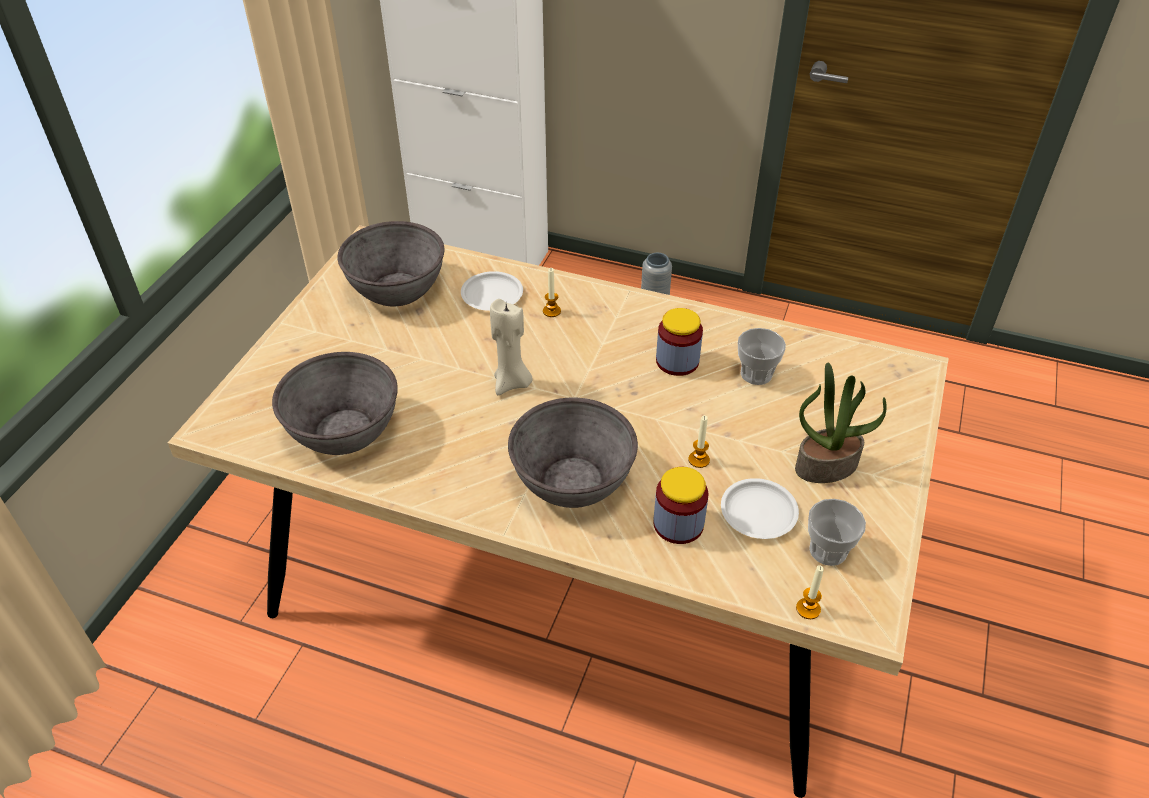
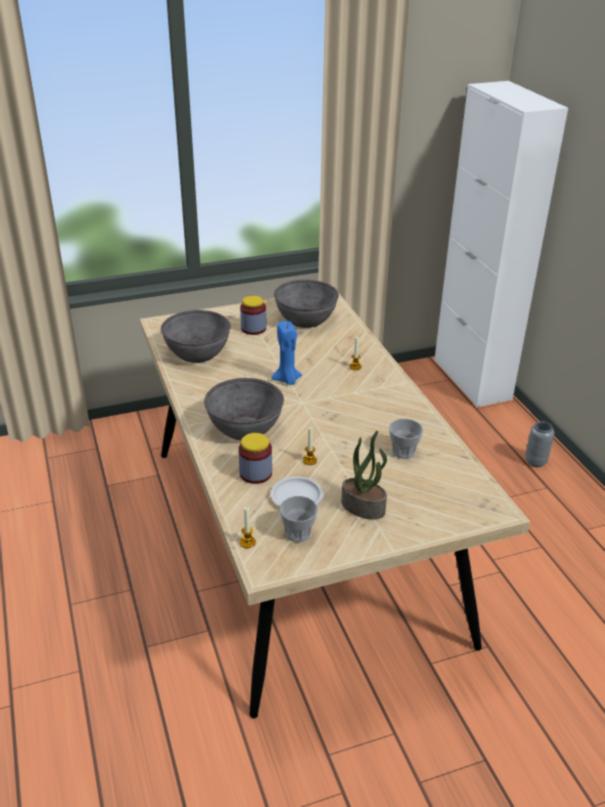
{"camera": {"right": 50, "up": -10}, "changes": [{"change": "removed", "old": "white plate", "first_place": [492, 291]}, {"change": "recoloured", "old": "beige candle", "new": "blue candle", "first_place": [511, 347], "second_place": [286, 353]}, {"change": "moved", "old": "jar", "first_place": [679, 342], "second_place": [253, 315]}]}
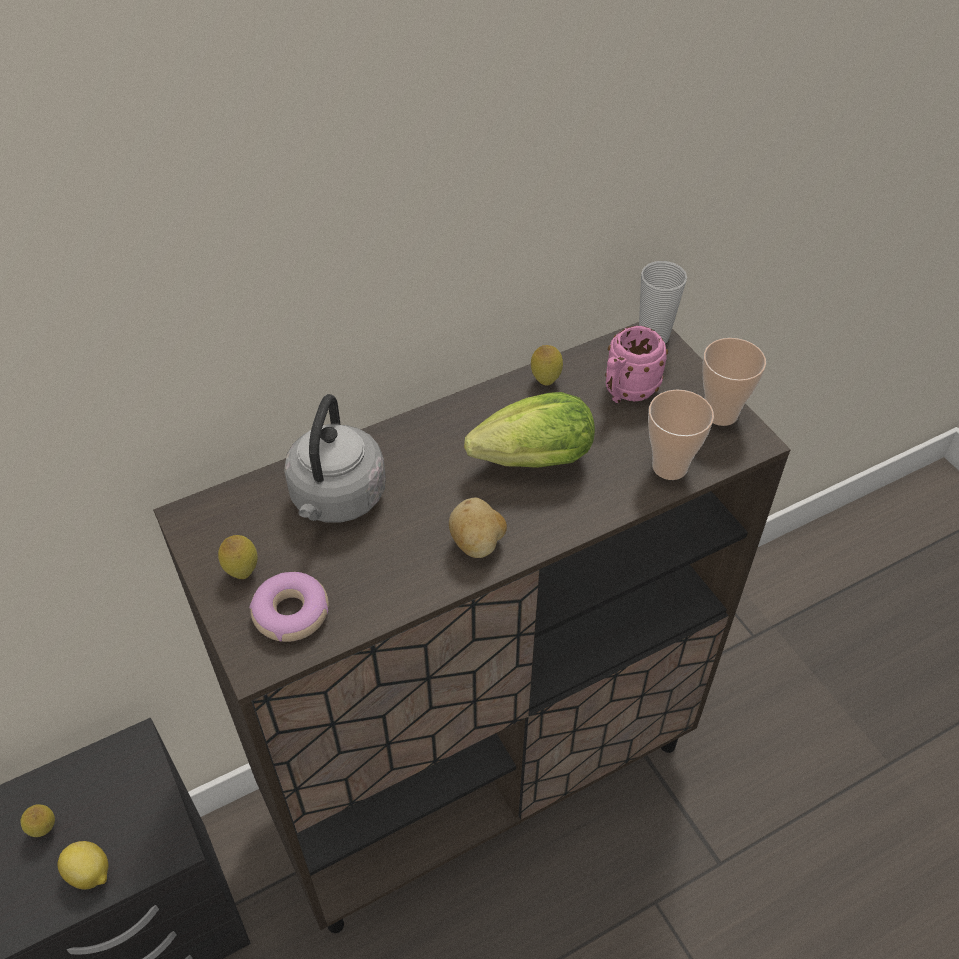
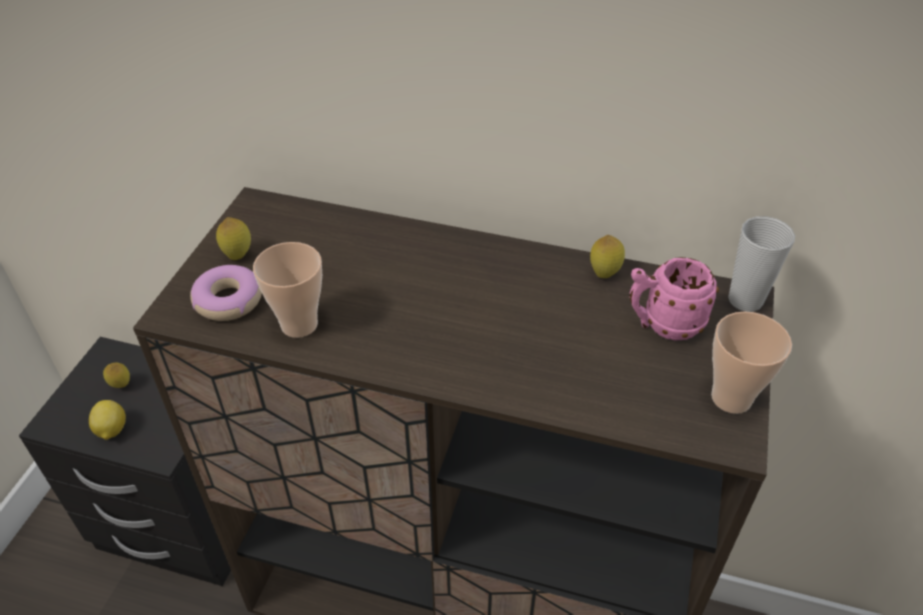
{"camera": {"right": 45, "up": -5}, "changes": [{"change": "moved", "old": "cup", "first_place": [681, 435], "second_place": [287, 290]}, {"change": "removed", "old": "lettuce", "first_place": [529, 430]}, {"change": "removed", "old": "grey kettle", "first_place": [335, 458]}, {"change": "removed", "old": "potato", "first_place": [478, 527]}]}
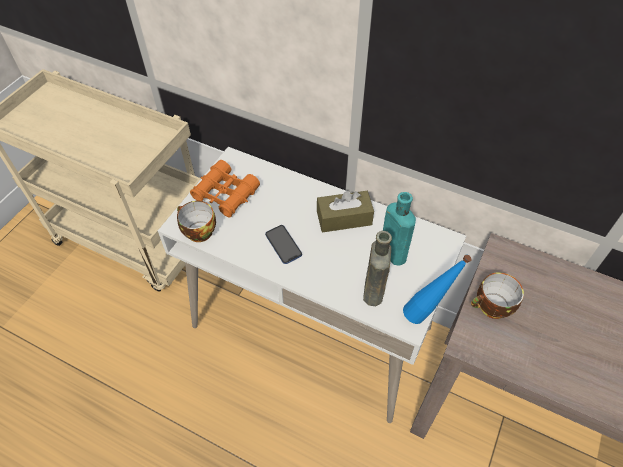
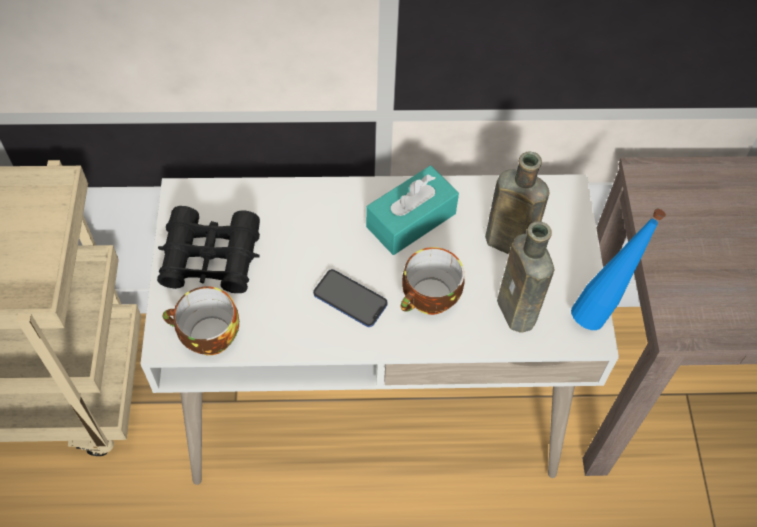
{"camera": {"right": -30, "up": 5}, "changes": [{"change": "recoloured", "old": "orange binoculars", "new": "black binoculars", "first_place": [225, 188], "second_place": [208, 249]}, {"change": "recoloured", "old": "brown tissue box", "new": "turquoise tissue box", "first_place": [345, 211], "second_place": [412, 210]}, {"change": "recoloured", "old": "turquoise bottle", "new": "brown bottle", "first_place": [399, 229], "second_place": [517, 203]}, {"change": "moved", "old": "cup", "first_place": [497, 295], "second_place": [432, 281]}]}
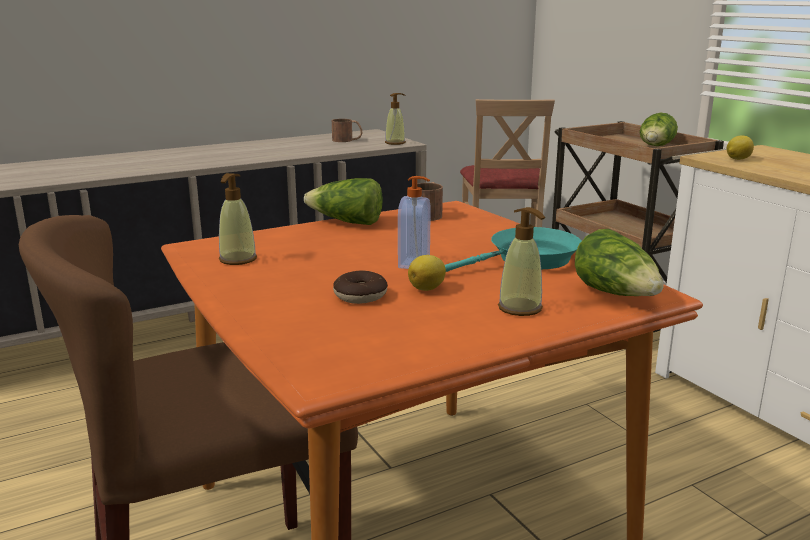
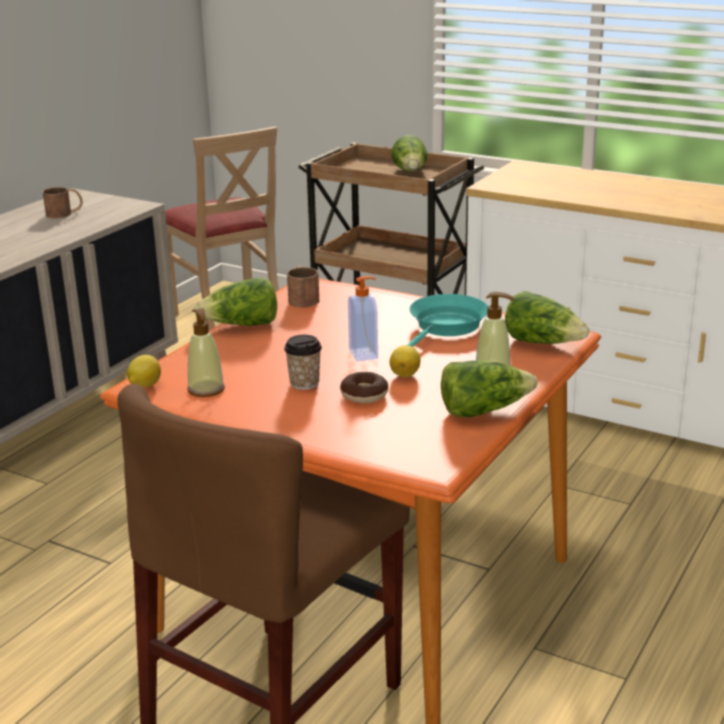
{"camera": {"right": -30, "up": 5}, "changes": [{"change": "removed", "old": "soap dispenser", "first_place": [395, 119]}, {"change": "moved", "old": "lemon", "first_place": [740, 148], "second_place": [144, 371]}, {"change": "added", "new": "cup", "second_place": [303, 362]}, {"change": "added", "new": "lettuce", "second_place": [489, 388]}]}
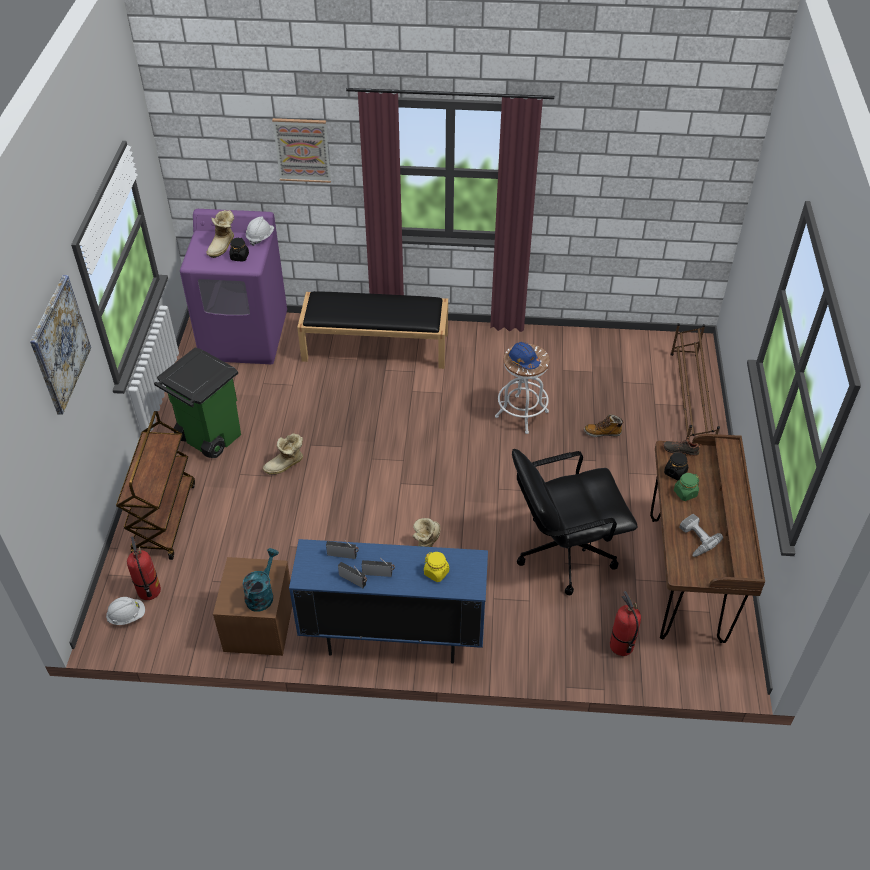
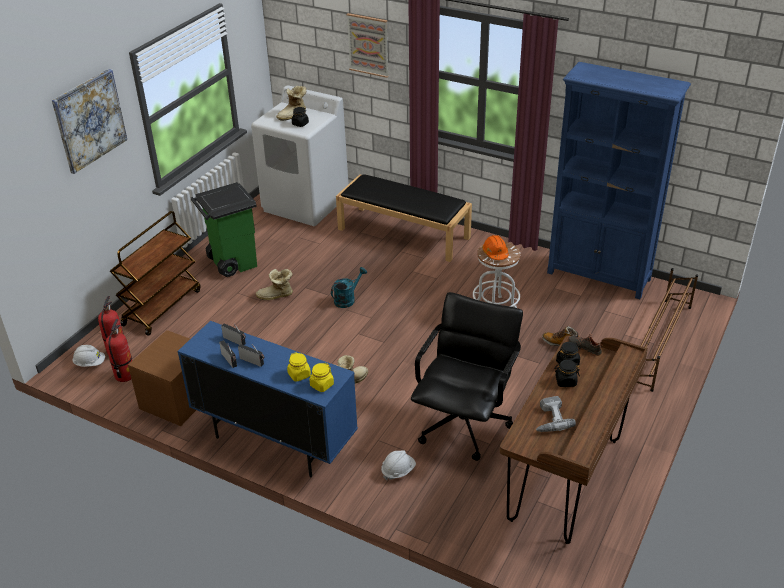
{"camera": {"right": 25, "up": -10}, "changes": [{"change": "recoloured", "old": "purple washing machine", "new": "white washing machine", "first_place": [233, 286], "second_place": [299, 155]}, {"change": "moved", "old": "white hard hat", "first_place": [260, 231], "second_place": [398, 465]}, {"change": "recoloured", "old": "blue hard hat", "new": "orange hard hat", "first_place": [524, 356], "second_place": [495, 247]}, {"change": "turned", "old": "black office chair", "first_place": [575, 522], "second_place": [467, 376], "degrees": 105}, {"change": "recoloured", "old": "green jar", "new": "black jar", "first_place": [686, 487], "second_place": [567, 373]}, {"change": "moved", "old": "turquoise watering can", "first_place": [260, 580], "second_place": [349, 287]}, {"change": "moved", "old": "fire extinguisher", "first_place": [625, 623], "second_place": [119, 350]}, {"change": "added", "new": "blue bookcase", "second_place": [619, 180]}, {"change": "added", "new": "yellow jar", "second_place": [321, 377]}]}
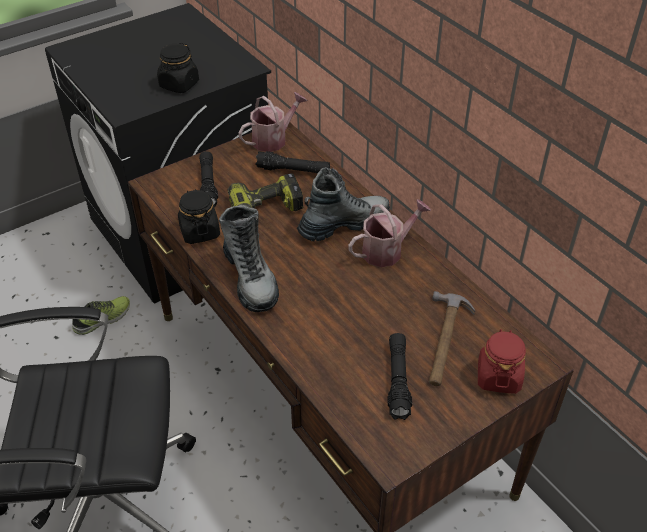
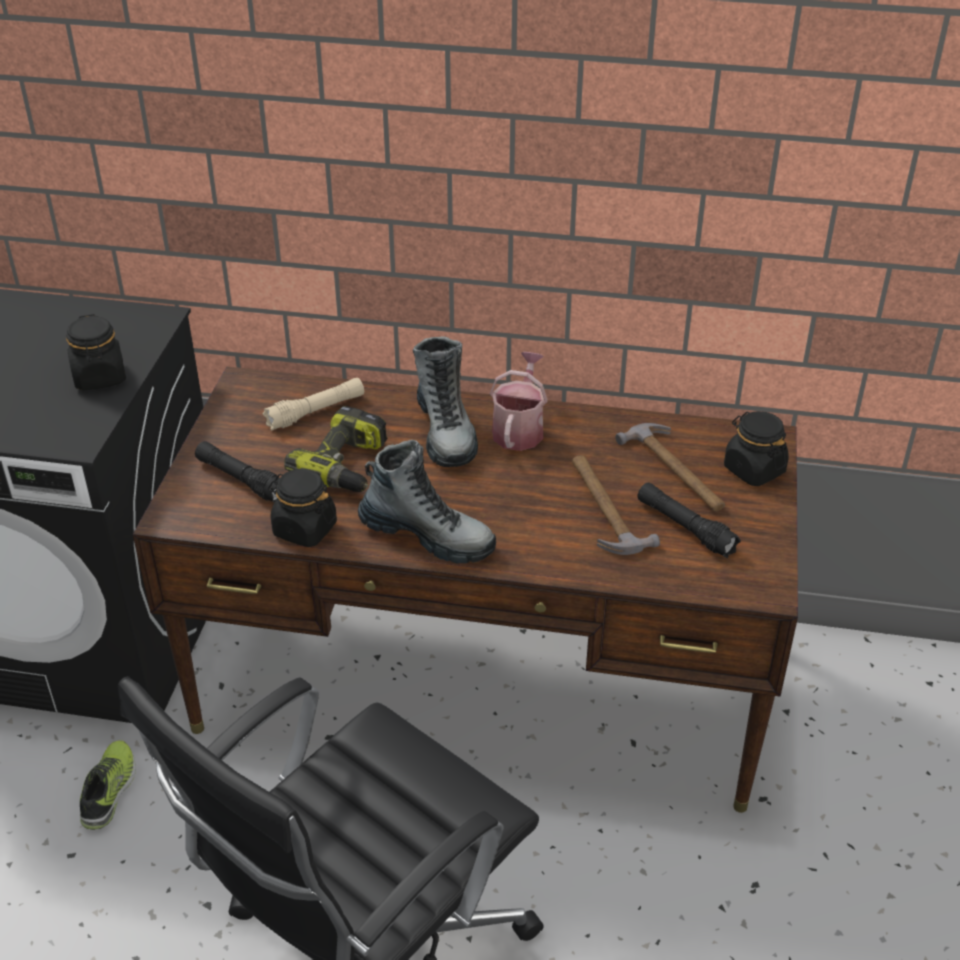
{"camera": {"right": -45, "up": -5}, "changes": [{"change": "removed", "old": "watering can", "first_place": [273, 122]}, {"change": "recoloured", "old": "black flashlight", "new": "beige flashlight", "first_place": [292, 162], "second_place": [313, 404]}, {"change": "turned", "old": "boot", "first_place": [343, 204], "second_place": [445, 401], "degrees": 150}, {"change": "recoloured", "old": "red jar", "new": "black jar", "first_place": [502, 361], "second_place": [756, 448]}, {"change": "added", "new": "hammer", "second_place": [616, 505]}]}
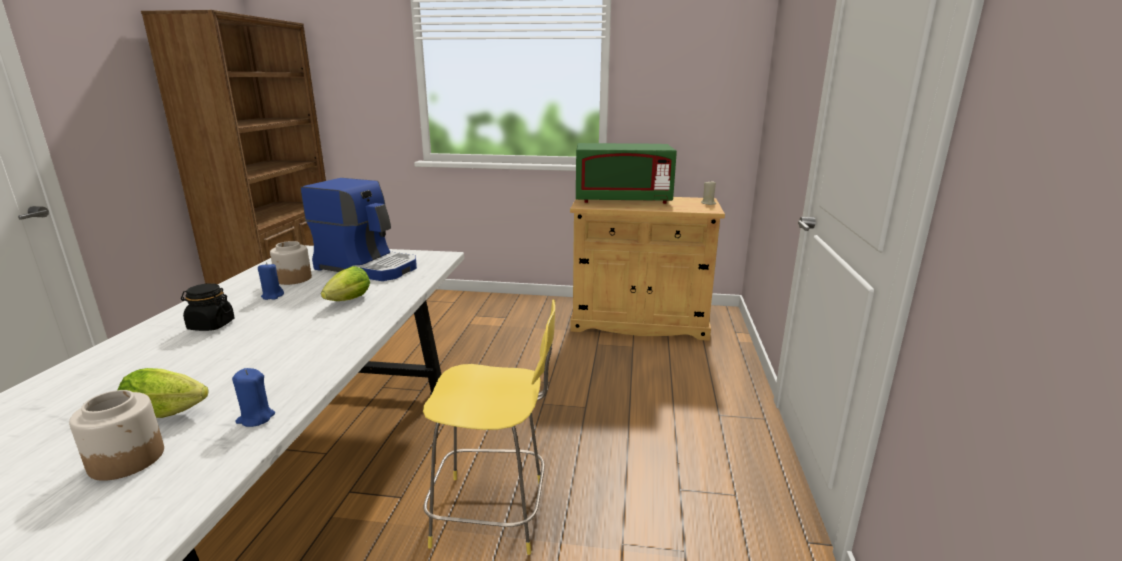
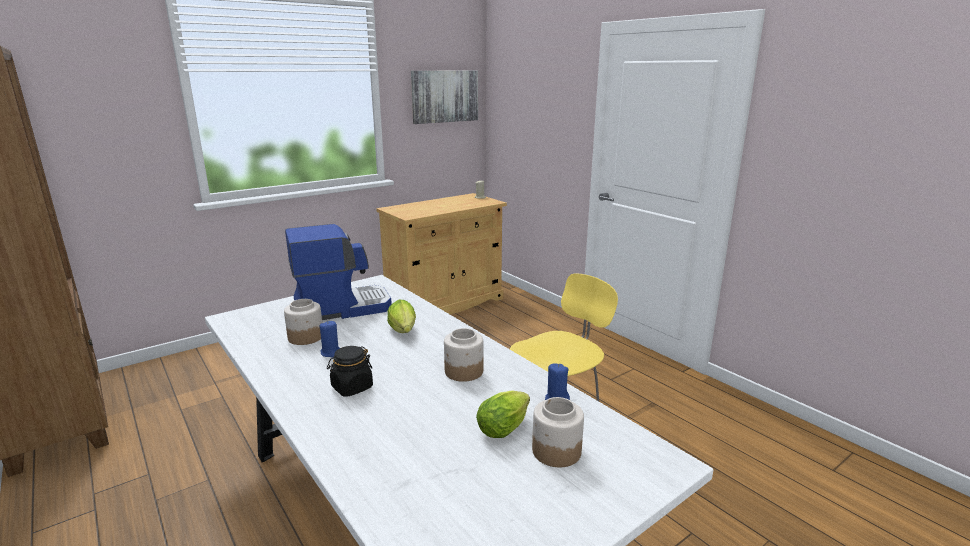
{"camera": {"right": -45, "up": 0}, "changes": [{"change": "removed", "old": "green microwave", "first_place": [626, 173]}, {"change": "added", "new": "picture", "second_place": [444, 97]}, {"change": "added", "new": "jar", "second_place": [463, 355]}]}
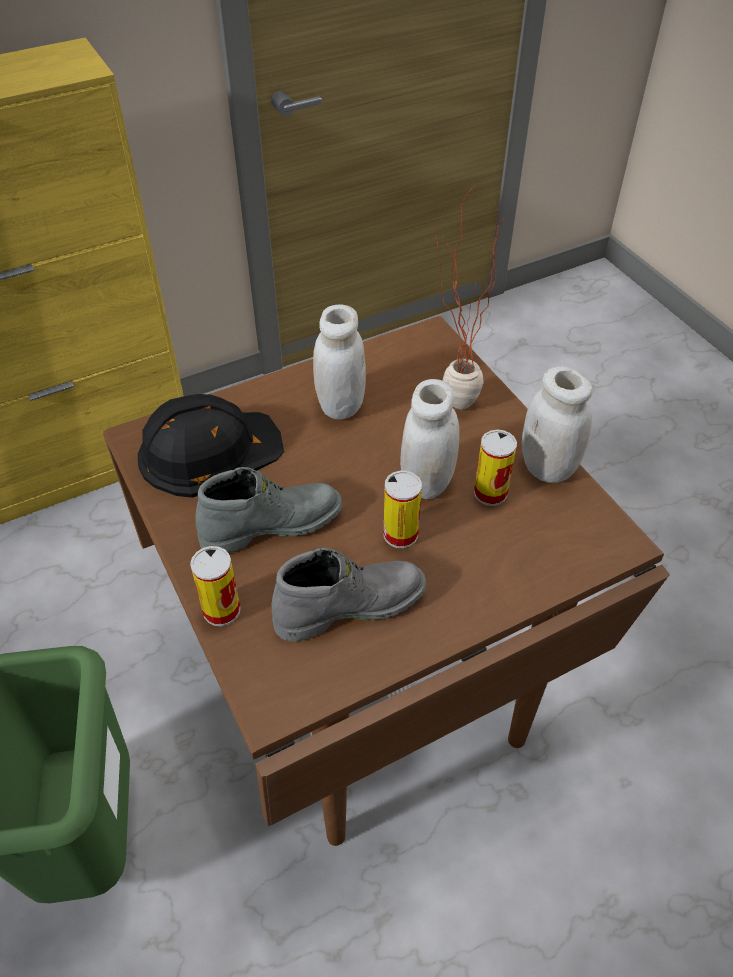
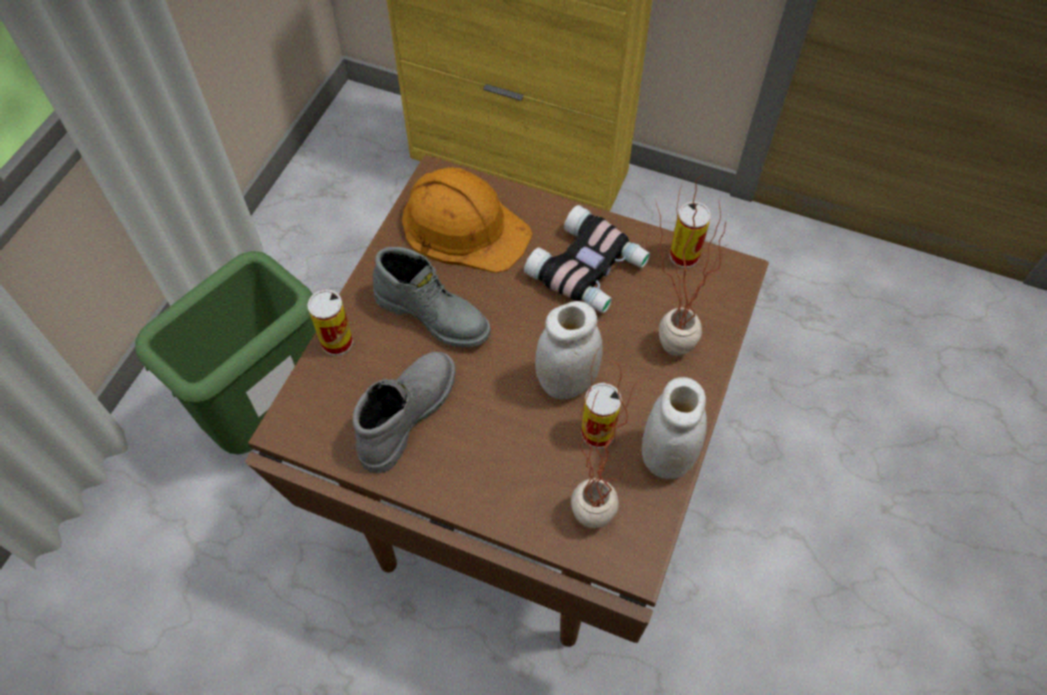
{"camera": {"right": 50, "up": 10}, "changes": [{"change": "replaced", "old": "white jar", "new": "binoculars", "first_place": [339, 362], "second_place": [587, 259]}, {"change": "recoloured", "old": "black hard hat", "new": "orange hard hat", "first_place": [211, 445], "second_place": [467, 220]}, {"change": "moved", "old": "can", "first_place": [402, 509], "second_place": [690, 234]}, {"change": "turned", "old": "grey boot", "first_place": [348, 595], "second_place": [404, 412], "degrees": -90}, {"change": "added", "new": "potted plant", "second_place": [609, 437]}]}
